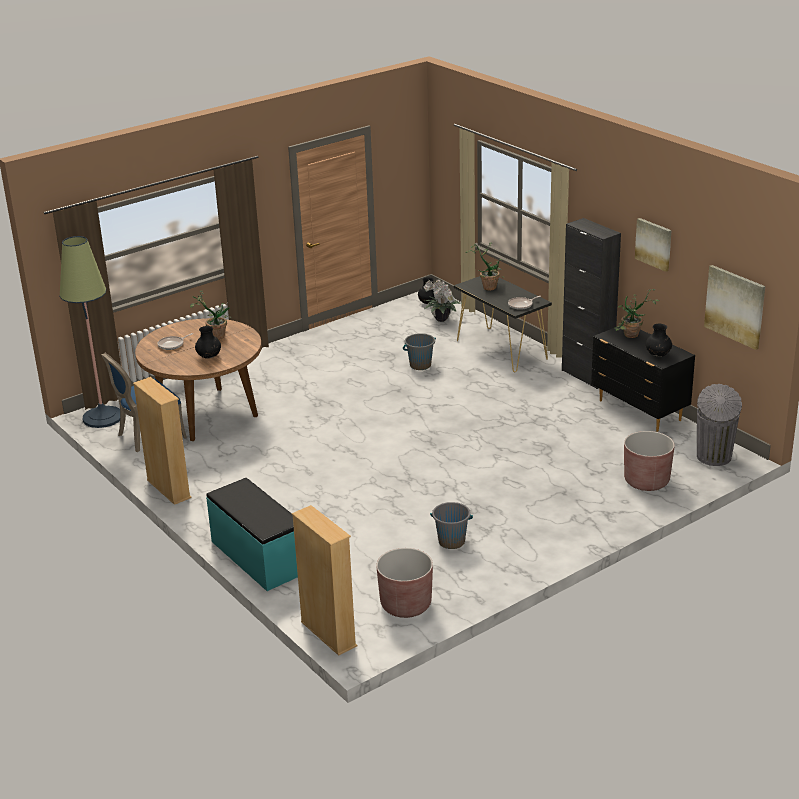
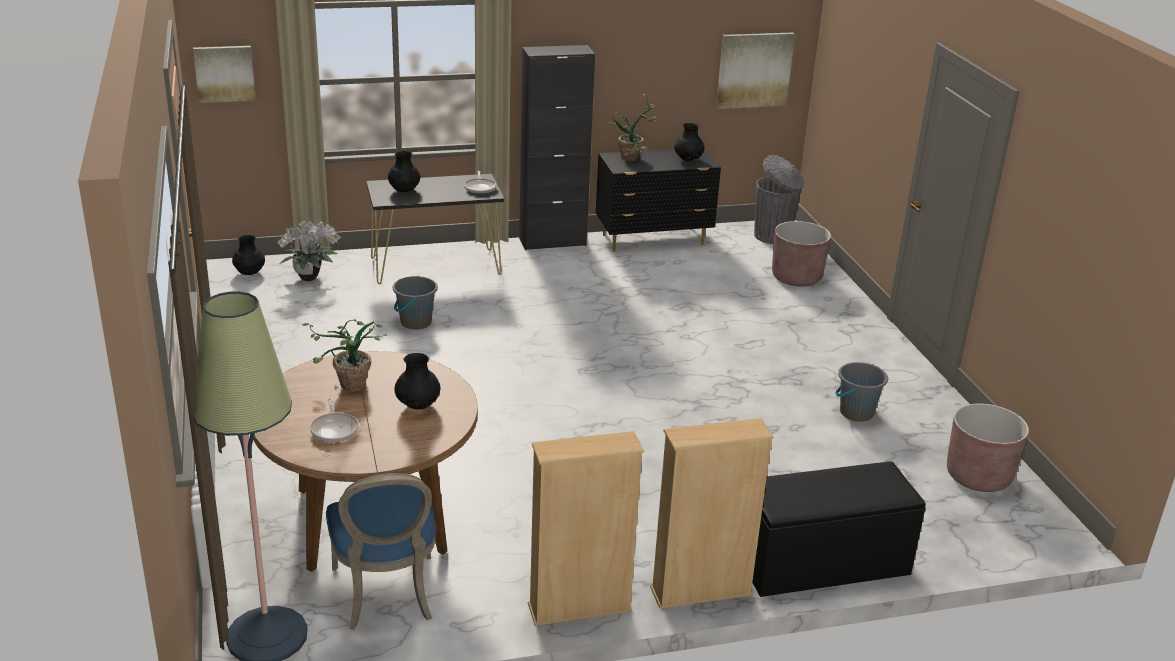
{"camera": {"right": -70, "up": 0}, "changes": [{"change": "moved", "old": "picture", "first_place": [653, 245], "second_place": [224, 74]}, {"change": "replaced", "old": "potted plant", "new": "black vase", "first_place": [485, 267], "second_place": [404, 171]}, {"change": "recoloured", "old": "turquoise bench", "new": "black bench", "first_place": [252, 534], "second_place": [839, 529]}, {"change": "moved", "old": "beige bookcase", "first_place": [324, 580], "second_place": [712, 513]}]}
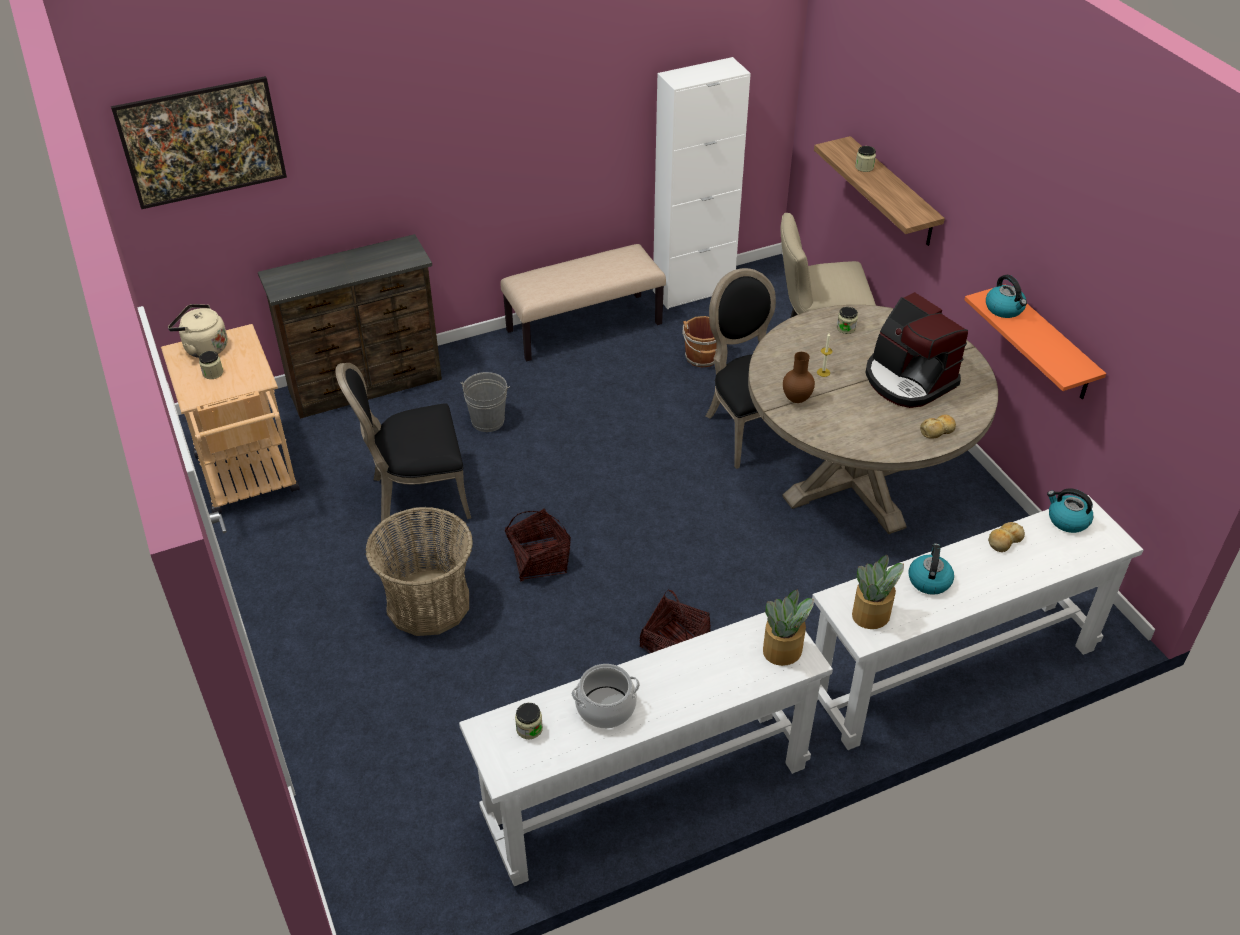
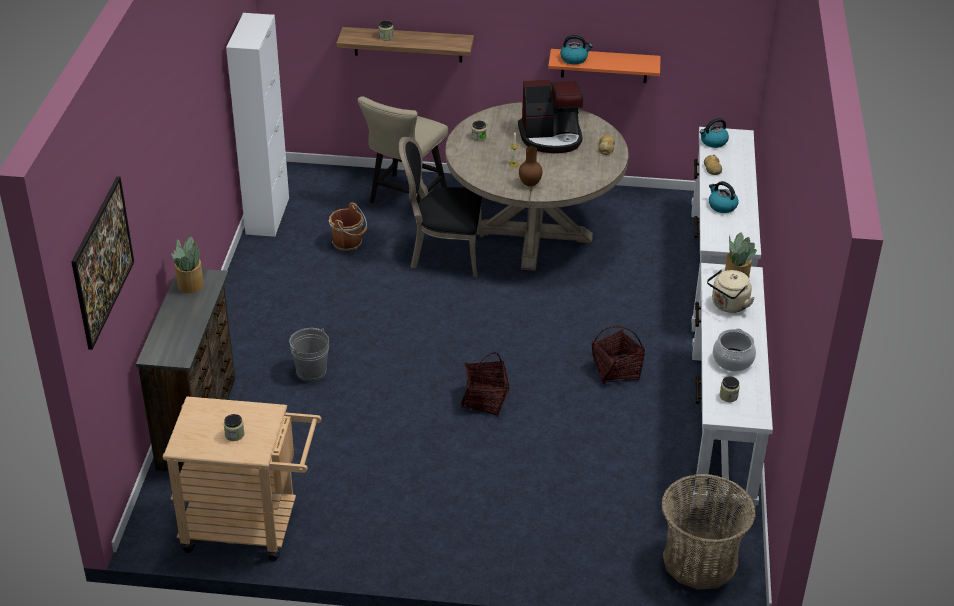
{"camera": {"right": -60, "up": -5}, "changes": [{"change": "removed", "old": "beige bench", "first_place": [583, 302]}, {"change": "moved", "old": "beige kettle", "first_place": [198, 331], "second_place": [730, 291]}, {"change": "removed", "old": "black chair", "first_place": [403, 445]}, {"change": "moved", "old": "basket", "first_place": [419, 571], "second_place": [708, 531]}, {"change": "moved", "old": "potted plant", "first_place": [878, 592], "second_place": [187, 265]}]}
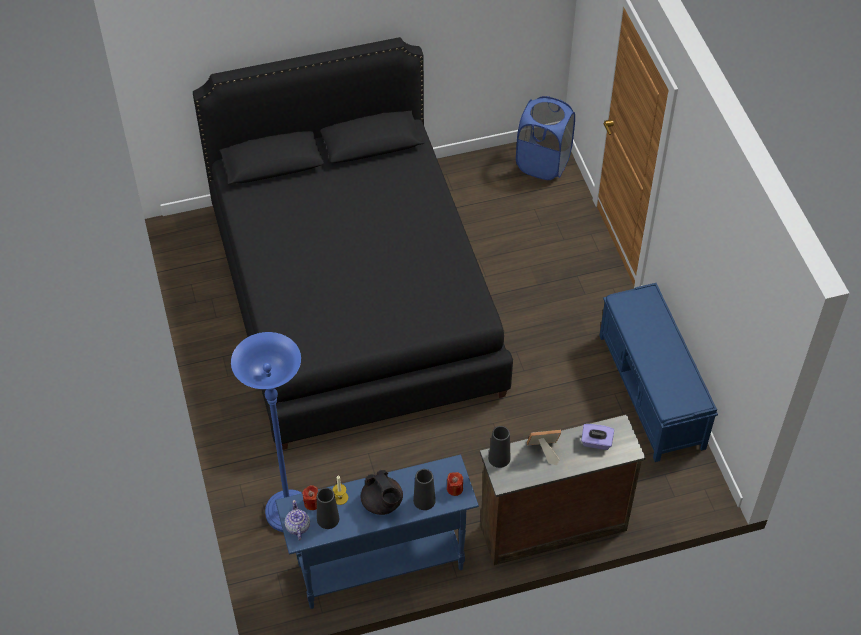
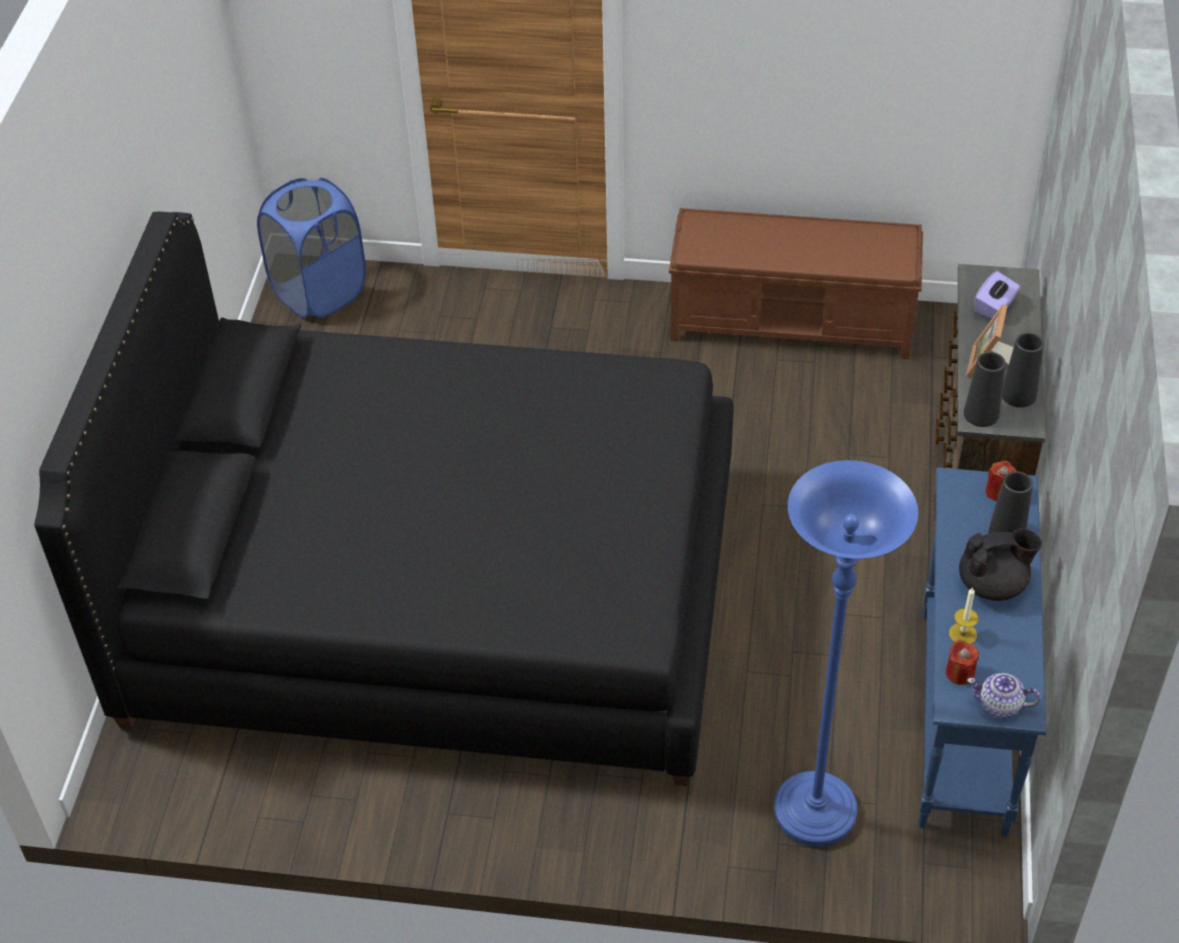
{"camera": {"right": -65, "up": -5}, "changes": [{"change": "recoloured", "old": "blue bench", "new": "brown bench", "first_place": [659, 372], "second_place": [796, 283]}, {"change": "moved", "old": "black vase", "first_place": [328, 508], "second_place": [1023, 370]}]}
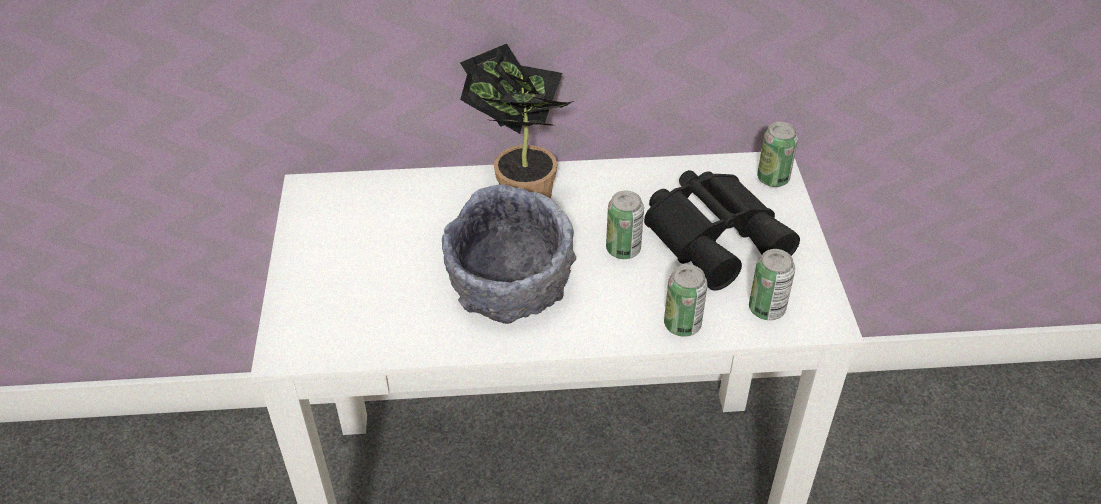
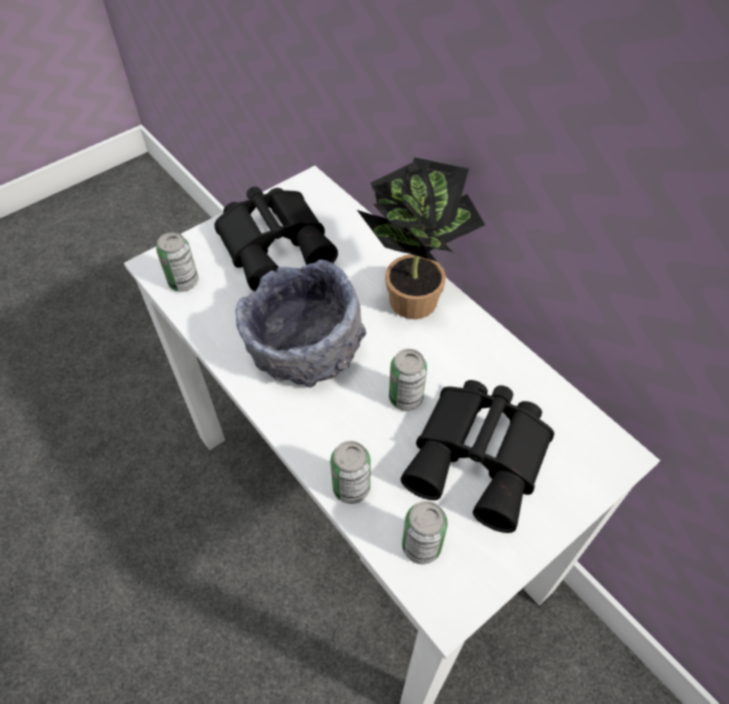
{"camera": {"right": 55, "up": 10}, "changes": [{"change": "moved", "old": "can", "first_place": [777, 154], "second_place": [177, 262]}, {"change": "added", "new": "black binoculars", "second_place": [276, 239]}]}
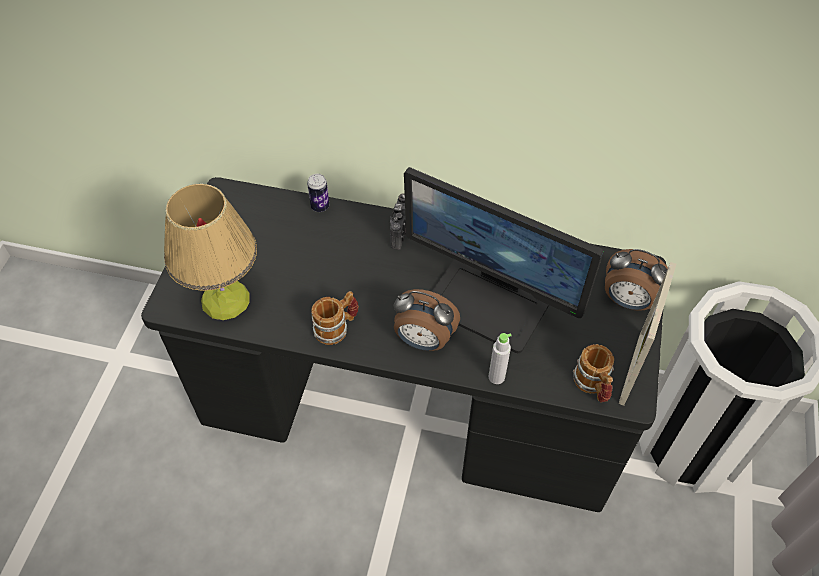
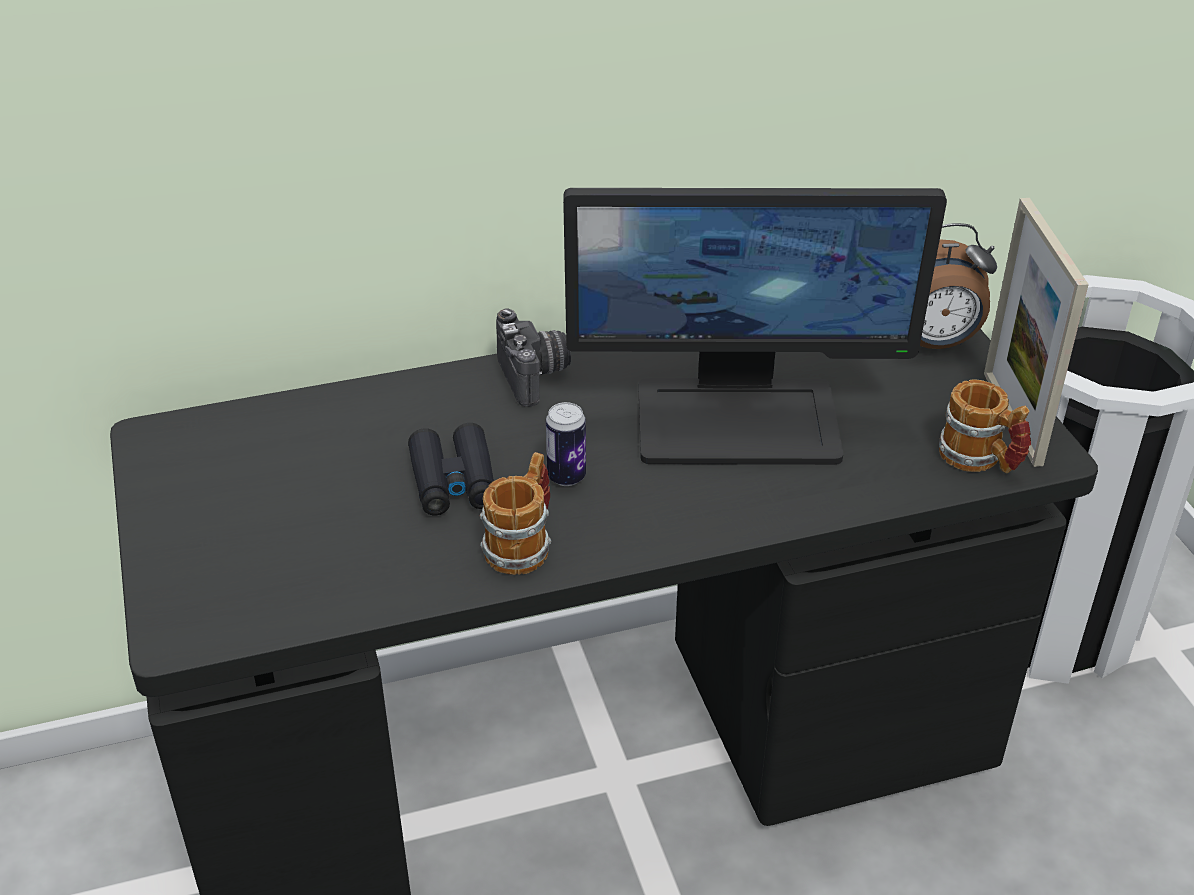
{"camera": {"right": -30, "up": -15}, "changes": [{"change": "moved", "old": "can", "first_place": [318, 193], "second_place": [566, 444]}, {"change": "removed", "old": "table lamp", "first_place": [210, 252]}, {"change": "removed", "old": "alarm clock", "first_place": [427, 320]}, {"change": "removed", "old": "grey bottle", "first_place": [500, 358]}, {"change": "added", "new": "black binoculars", "second_place": [451, 469]}]}
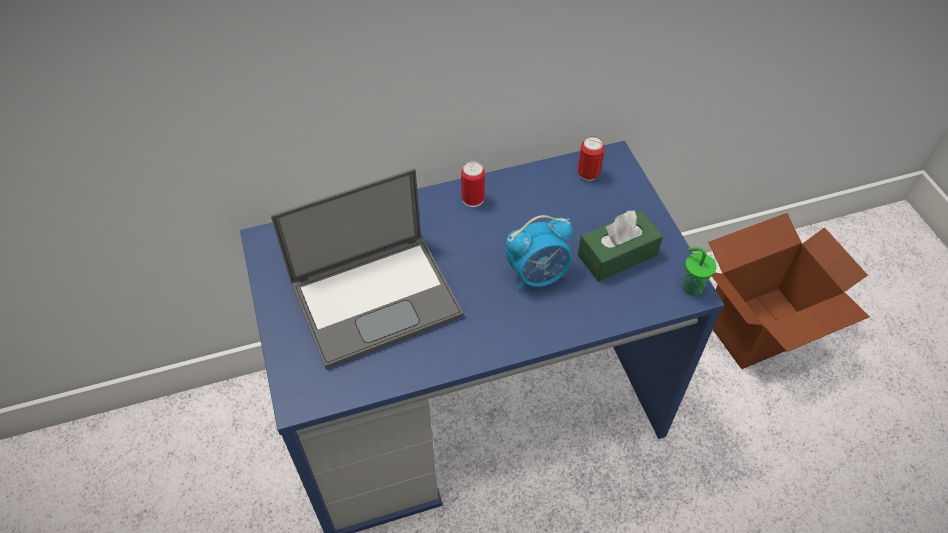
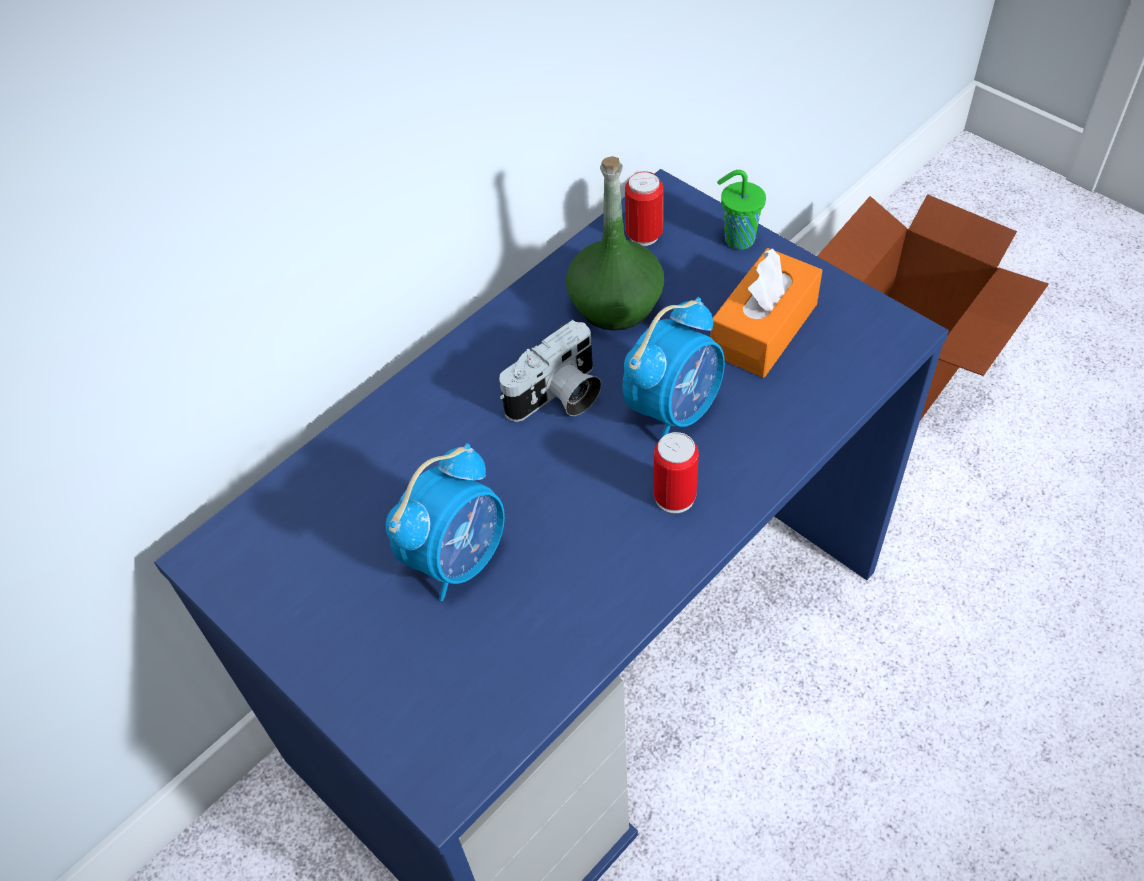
{"camera": {"right": -25, "up": 0}, "changes": [{"change": "moved", "old": "can", "first_place": [473, 184], "second_place": [676, 472]}, {"change": "replaced", "old": "laptop", "new": "alarm clock", "first_place": [366, 268], "second_place": [445, 522]}, {"change": "recoloured", "old": "green tissue box", "new": "orange tissue box", "first_place": [620, 245], "second_place": [766, 313]}, {"change": "moved", "old": "green cup", "first_place": [699, 271], "second_place": [741, 210]}, {"change": "added", "new": "green bottle", "second_place": [615, 243]}, {"change": "added", "new": "photo camera", "second_place": [550, 371]}]}
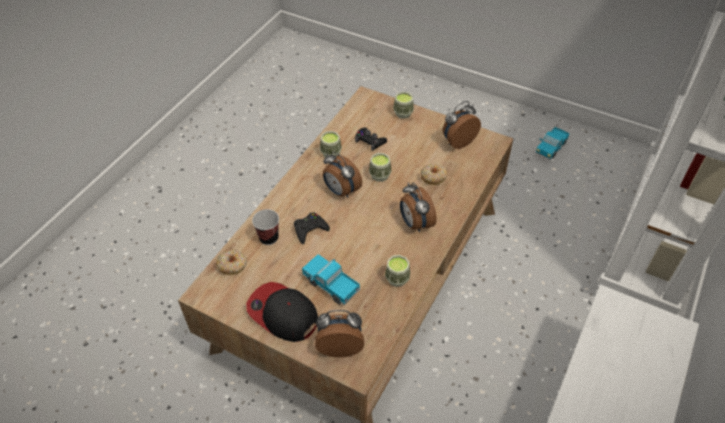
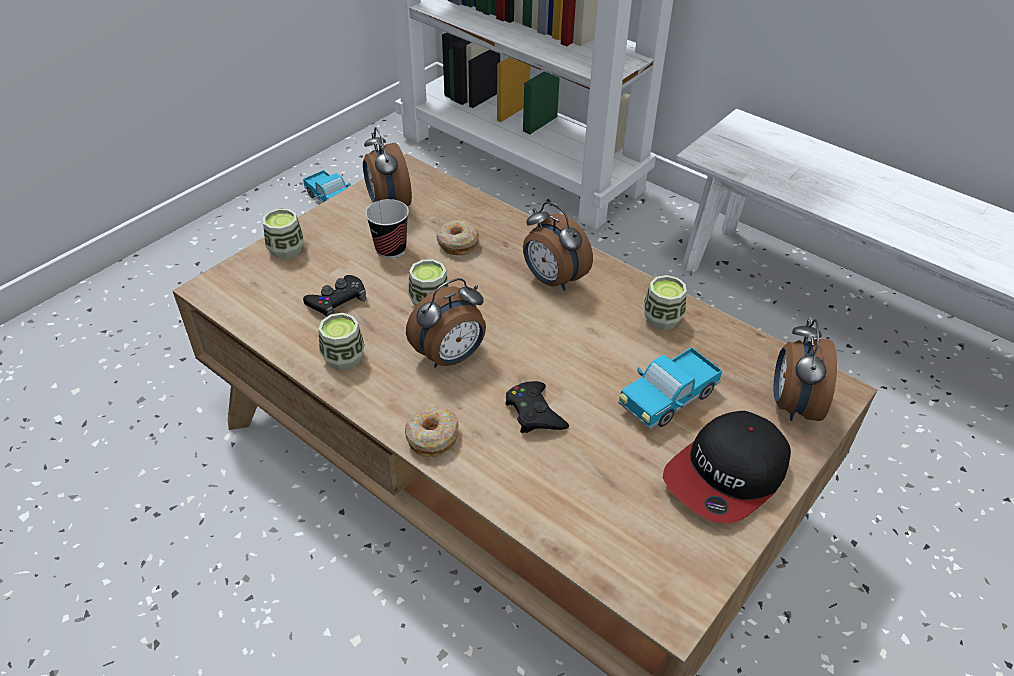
{"camera": {"right": -80, "up": -5}, "changes": [{"change": "turned", "old": "alarm clock", "first_place": [418, 207], "second_place": [558, 246], "degrees": 60}, {"change": "moved", "old": "cup", "first_place": [265, 227], "second_place": [387, 229]}, {"change": "moved", "old": "donut", "first_place": [231, 262], "second_place": [432, 432]}]}
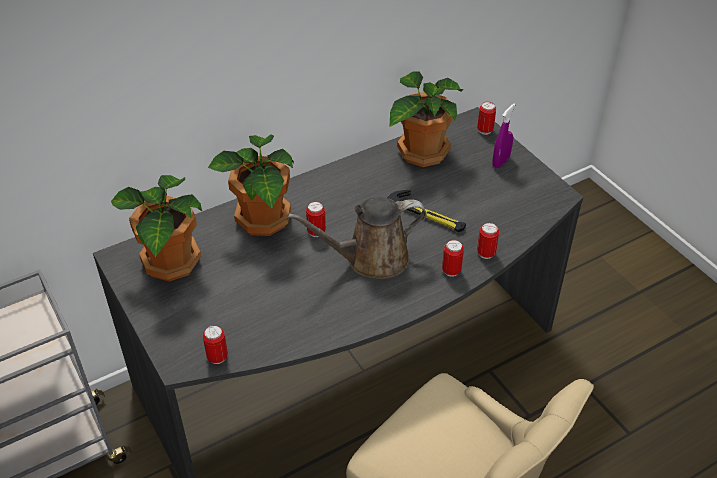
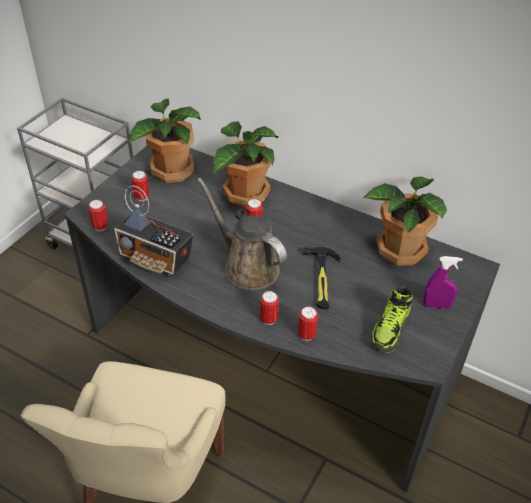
{"camera": {"right": 60, "up": 0}, "changes": [{"change": "moved", "old": "can", "first_place": [486, 118], "second_place": [140, 186]}, {"change": "added", "new": "radio", "second_place": [153, 232]}, {"change": "added", "new": "shoe", "second_place": [392, 319]}]}
